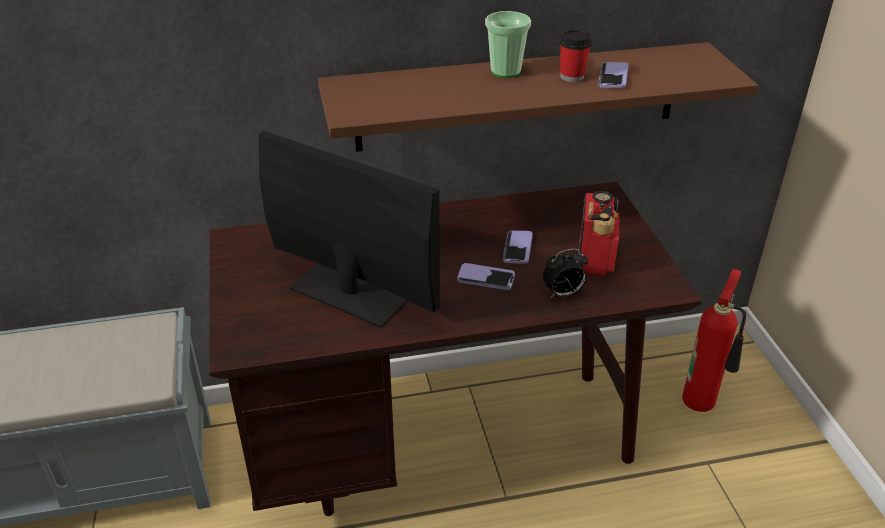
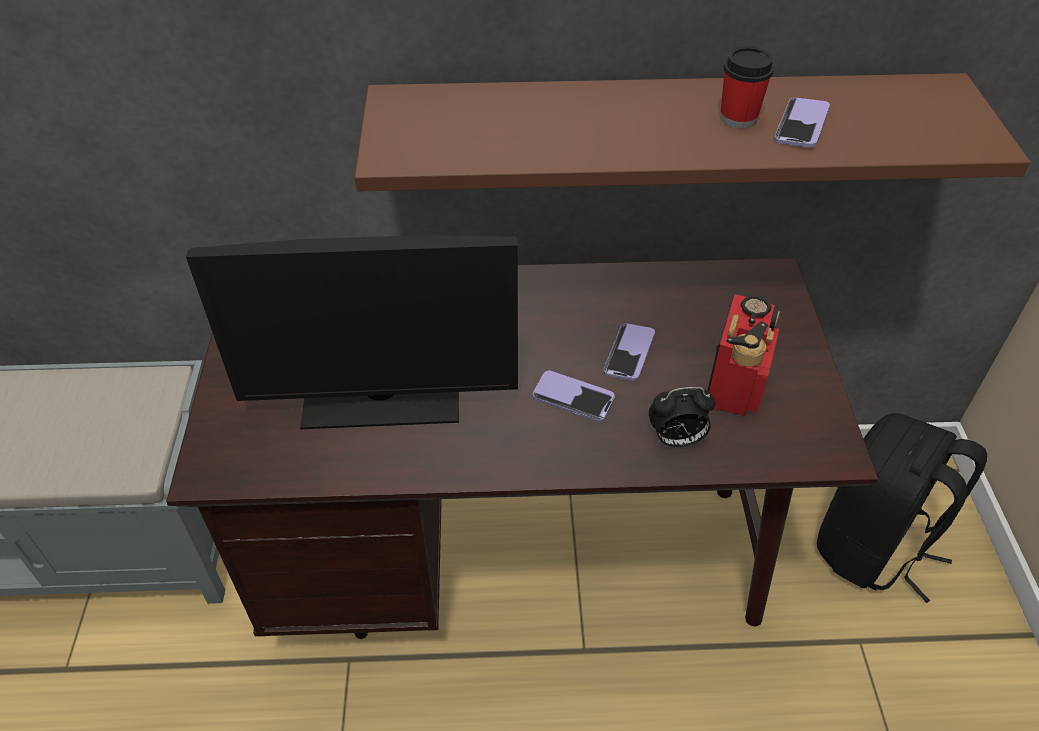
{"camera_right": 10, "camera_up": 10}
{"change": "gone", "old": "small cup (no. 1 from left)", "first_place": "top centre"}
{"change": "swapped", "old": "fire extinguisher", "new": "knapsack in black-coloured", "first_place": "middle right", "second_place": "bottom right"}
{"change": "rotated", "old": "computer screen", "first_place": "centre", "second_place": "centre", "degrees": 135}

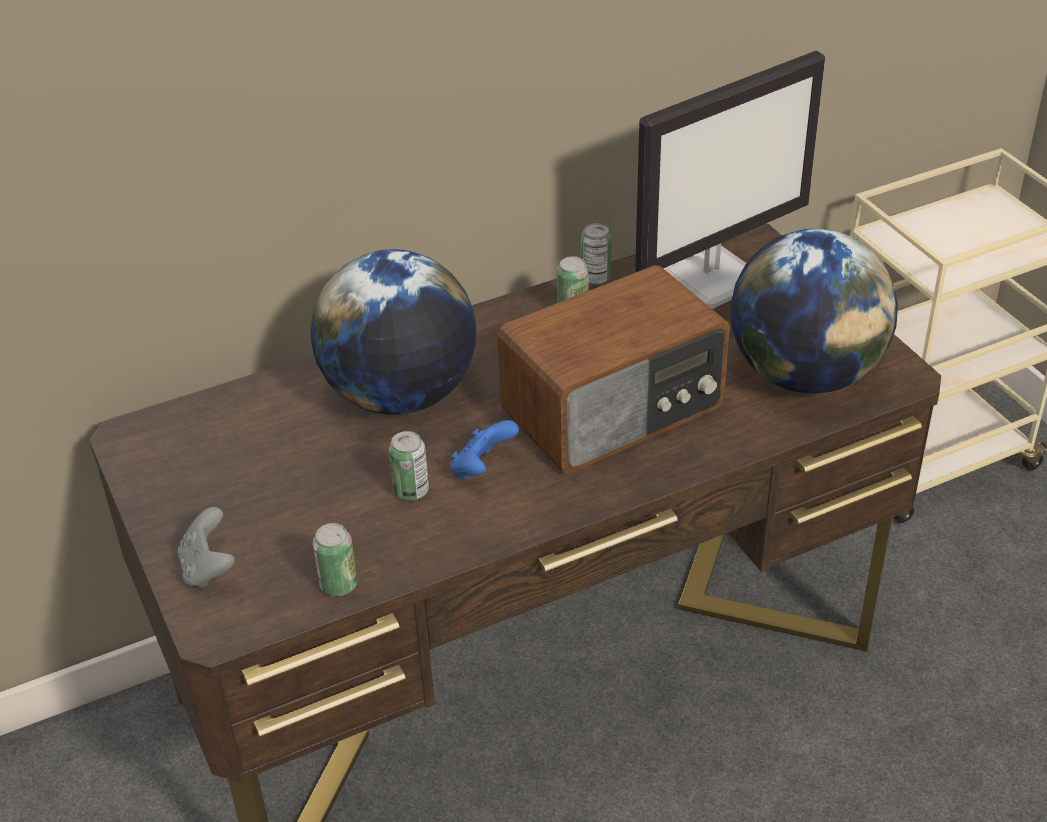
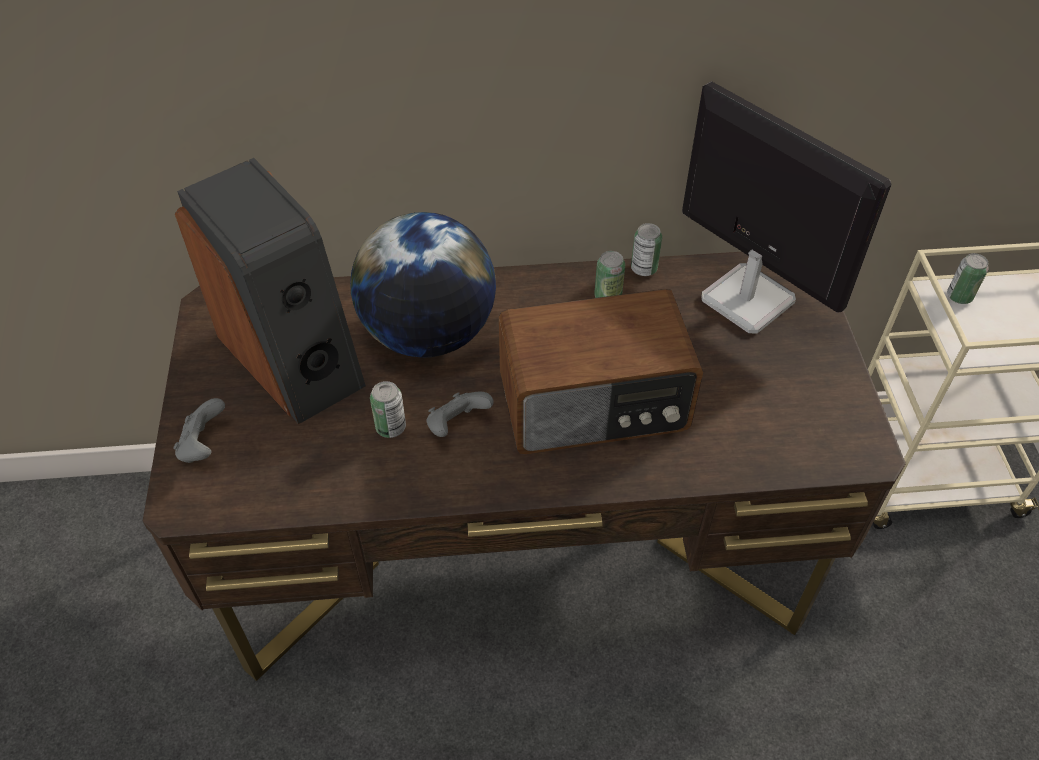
{"camera_right": 20, "camera_up": 10}
{"change": "gone", "old": "desk globe (no. 2 from left)", "first_place": "middle right"}
{"change": "new", "new": "loudspeaker", "second_place": "middle left"}
{"change": "shifted", "old": "can (no. 1 from left in the first image)", "new": "can (no. 4 from left)", "first_place": "bottom left", "second_place": "middle right"}
{"change": "repainted", "old": "joypad in blue-coloured", "new": "joypad in grey (no. 2 from left)", "first_place": "centre", "second_place": "centre"}
{"change": "rotated", "old": "computer screen", "first_place": "top right", "second_place": "top right", "degrees": -120}

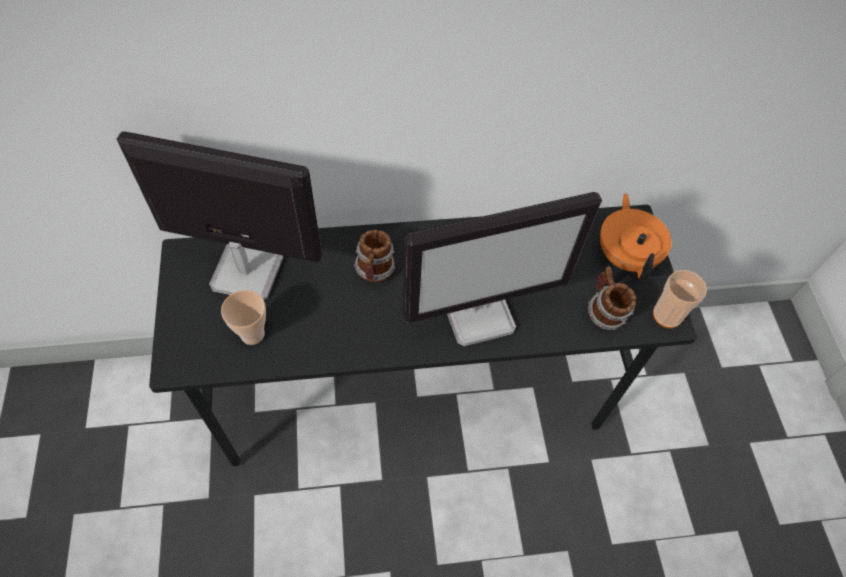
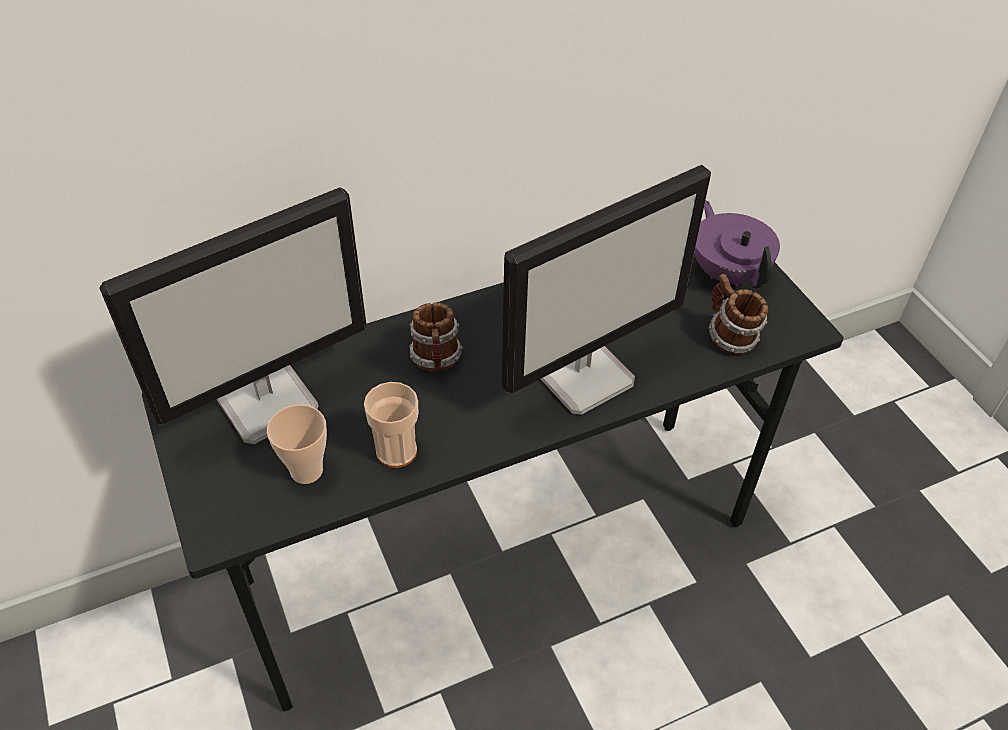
{"camera_right": -15, "camera_up": -10}
{"change": "shifted", "old": "small cup (no. 2 from left)", "first_place": "middle right", "second_place": "centre"}
{"change": "repainted", "old": "tea pot in orange-coloured", "new": "tea pot in purplish", "first_place": "middle right", "second_place": "middle right"}
{"change": "rotated", "old": "computer screen (no. 1 from left)", "first_place": "middle left", "second_place": "middle left", "degrees": 150}

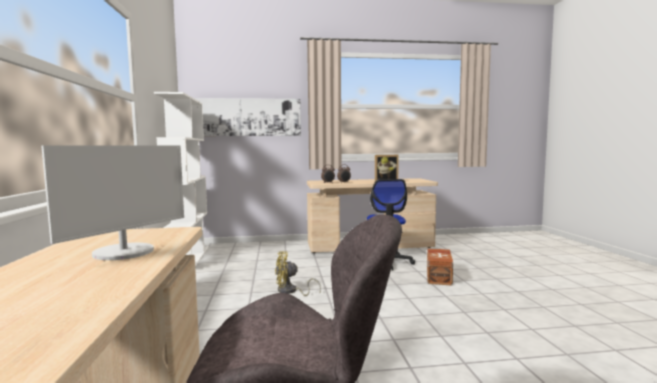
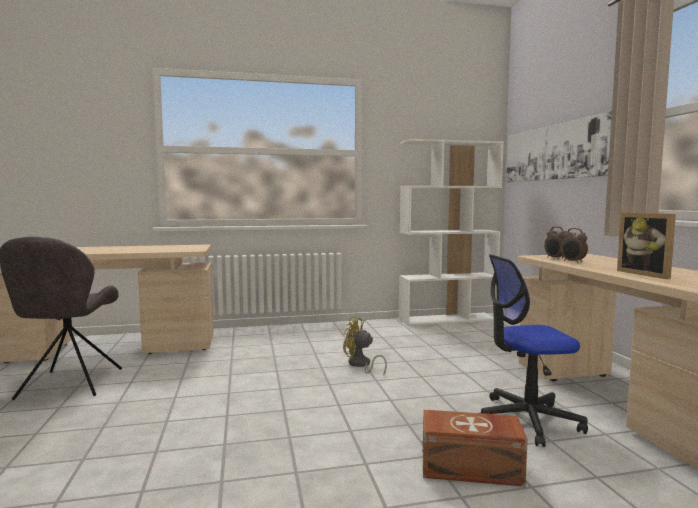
{"camera_right": 85, "camera_up": 0}
{"change": "gone", "old": "computer screen", "first_place": "middle left"}
{"change": "rotated", "old": "fan in yellow-coloured", "first_place": "bottom centre", "second_place": "bottom centre", "degrees": -45}

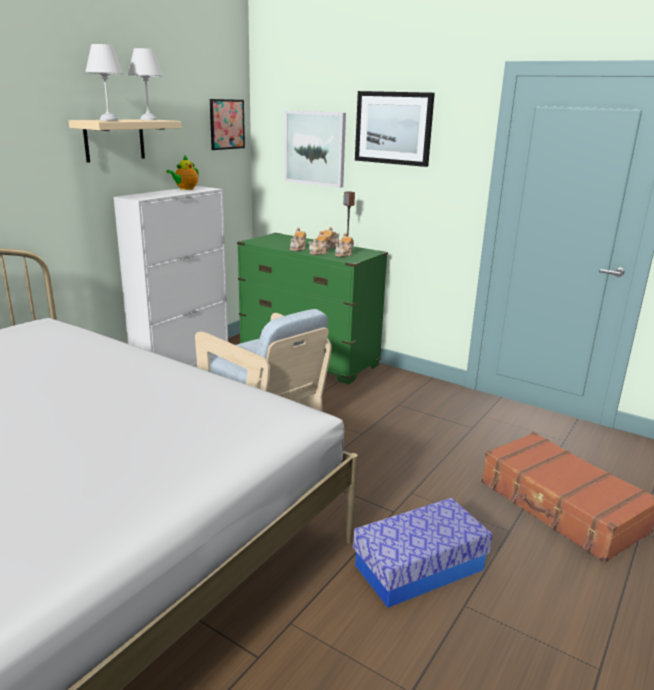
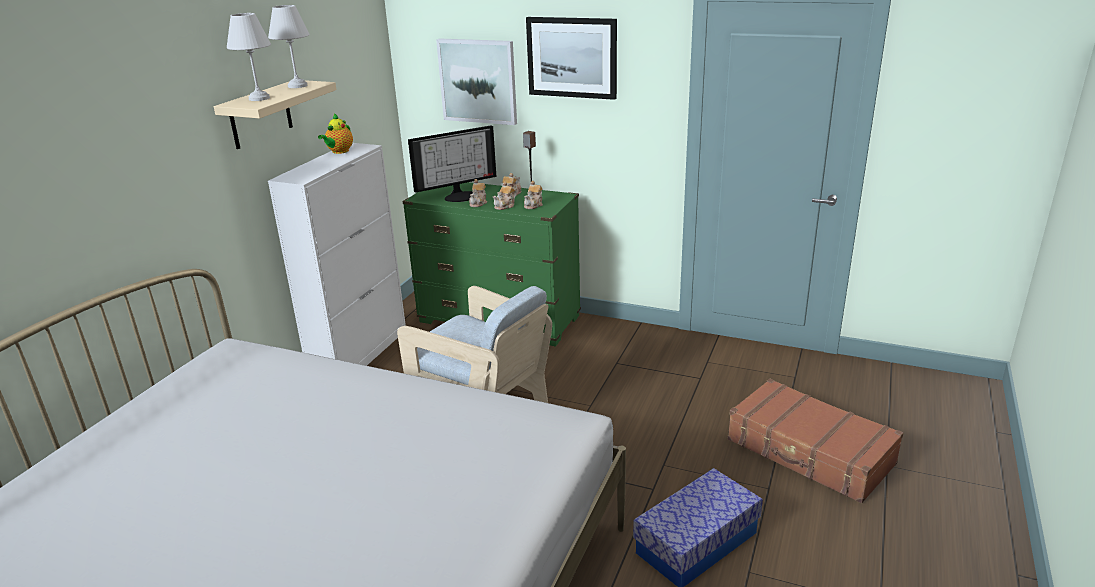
{"camera_right": -10, "camera_up": 5}
{"change": "gone", "old": "wall art (no. 1 from left)", "first_place": "top centre"}
{"change": "new", "new": "computer screen", "second_place": "top centre"}

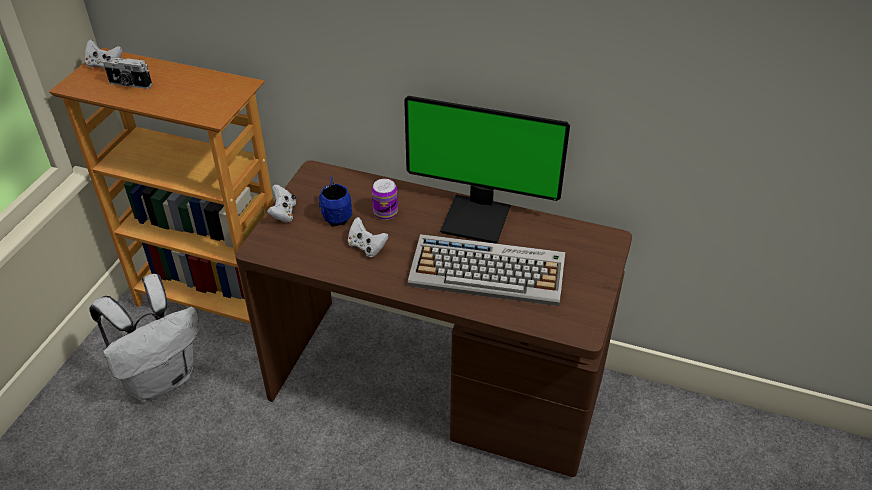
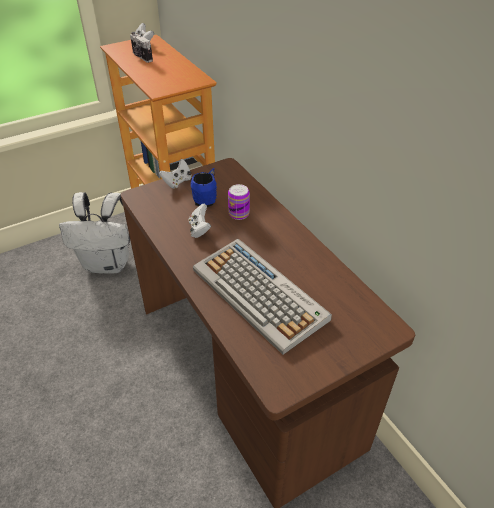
{"camera_right": 40, "camera_up": 0}
{"change": "gone", "old": "computer screen", "first_place": "centre"}

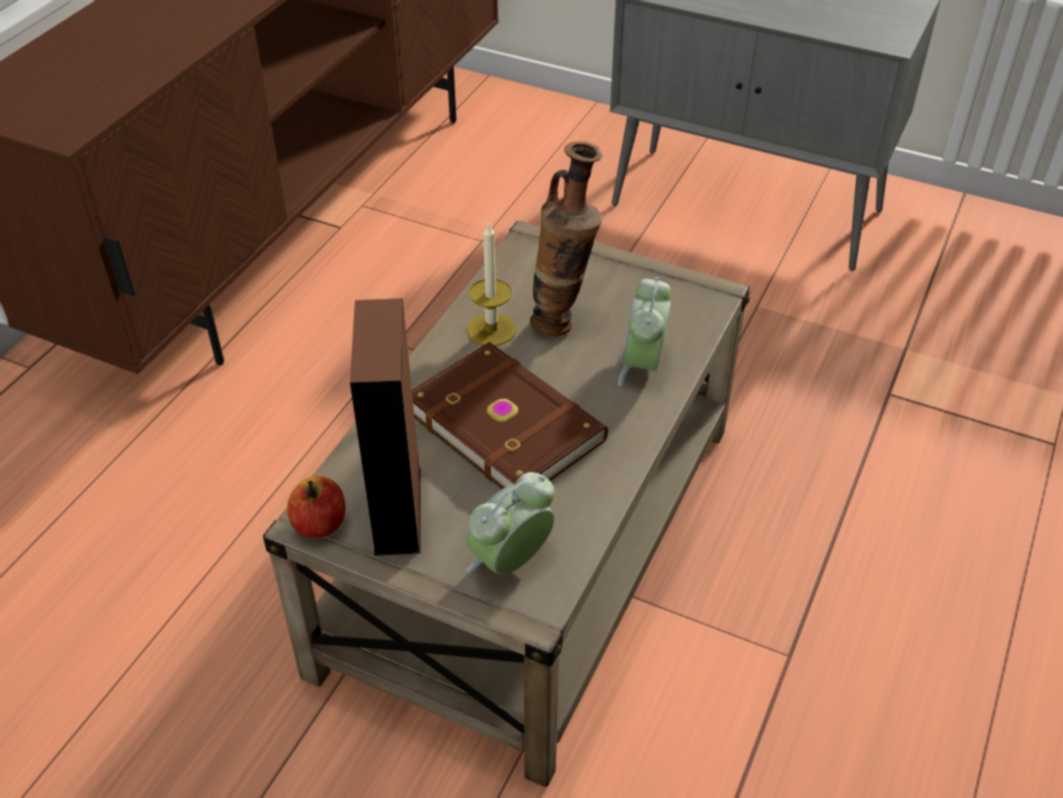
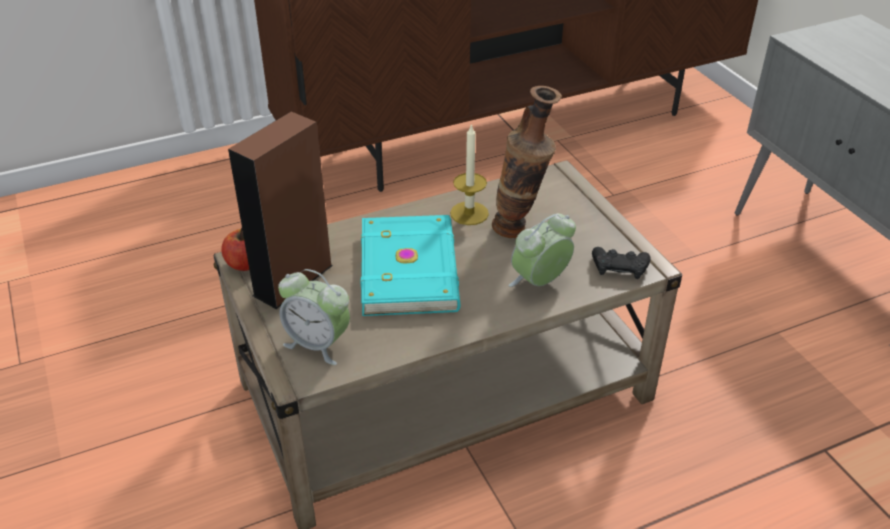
{"camera_right": 40, "camera_up": -5}
{"change": "new", "new": "joypad in black-coloured", "second_place": "middle right"}
{"change": "repainted", "old": "book in brownish", "new": "book in blue-green", "first_place": "centre", "second_place": "centre"}
{"change": "rotated", "old": "alarm clock (no. 1 from left)", "first_place": "centre", "second_place": "centre", "degrees": -150}

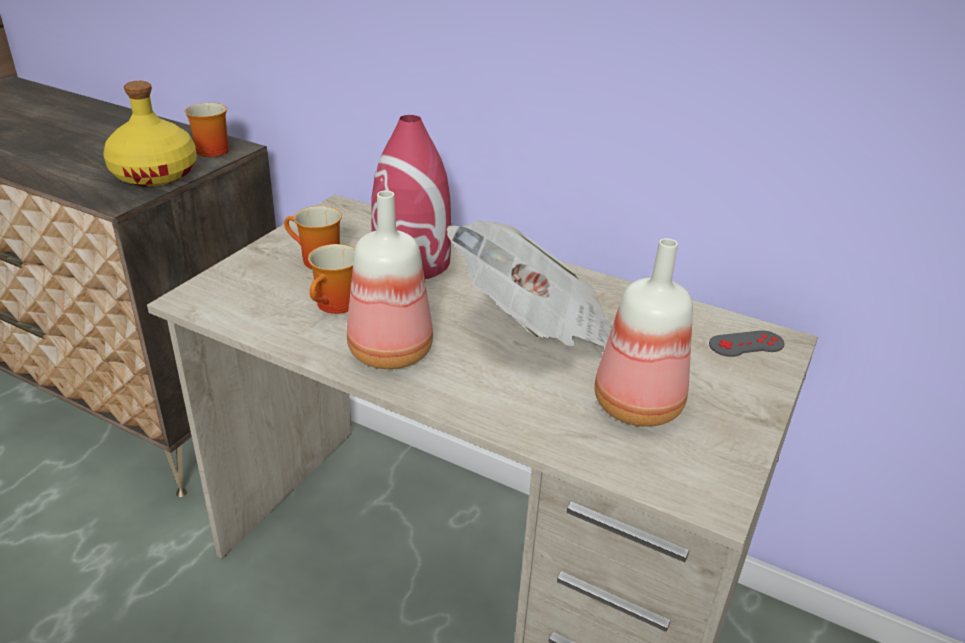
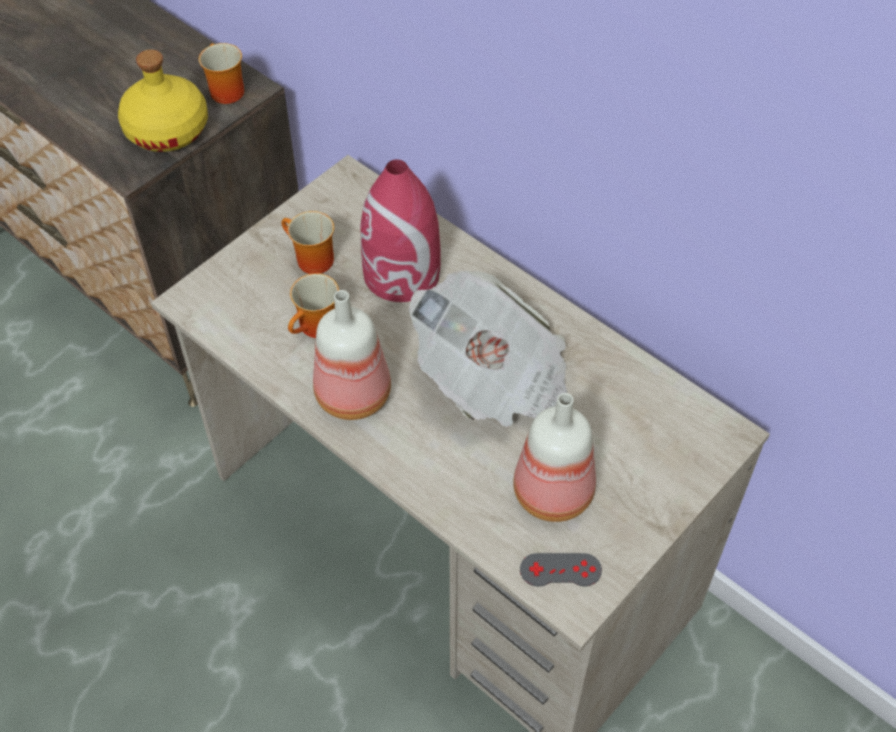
{"camera_right": 15, "camera_up": 20}
{"change": "shifted", "old": "joypad in grey", "first_place": "middle right", "second_place": "bottom centre"}

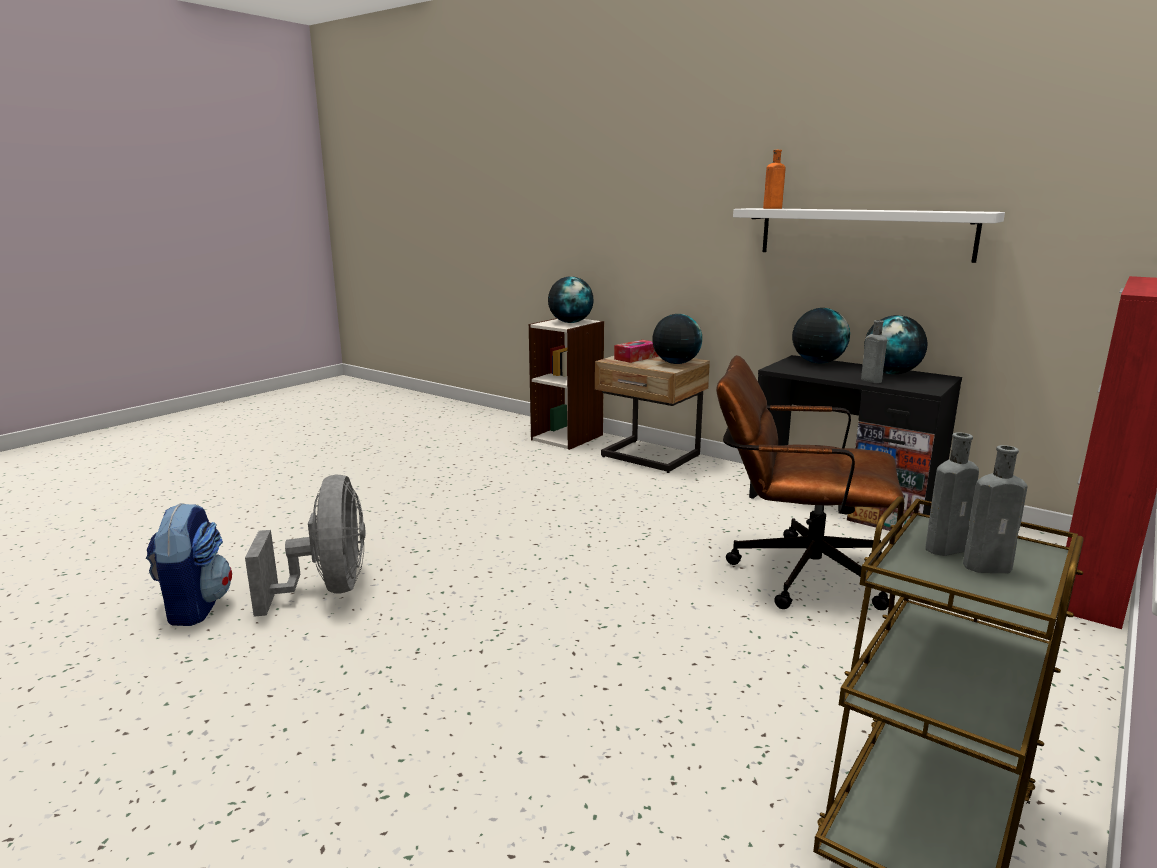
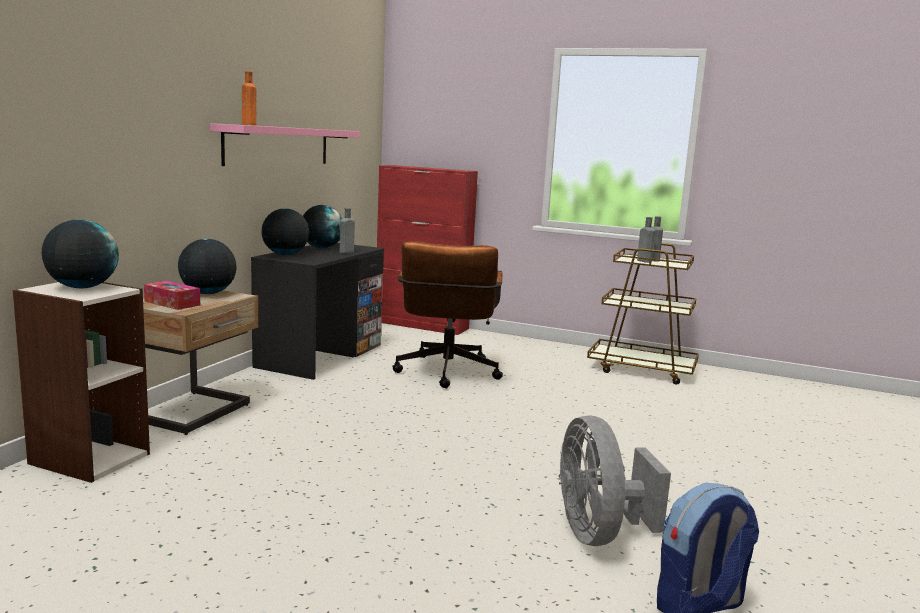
{"camera_right": -105, "camera_up": -5}
{"change": "repainted", "old": "wall shelf in whitish", "new": "wall shelf in pinkish", "first_place": "top right", "second_place": "top left"}
{"change": "rotated", "old": "fan in grey", "first_place": "middle left", "second_place": "bottom right", "degrees": -75}

